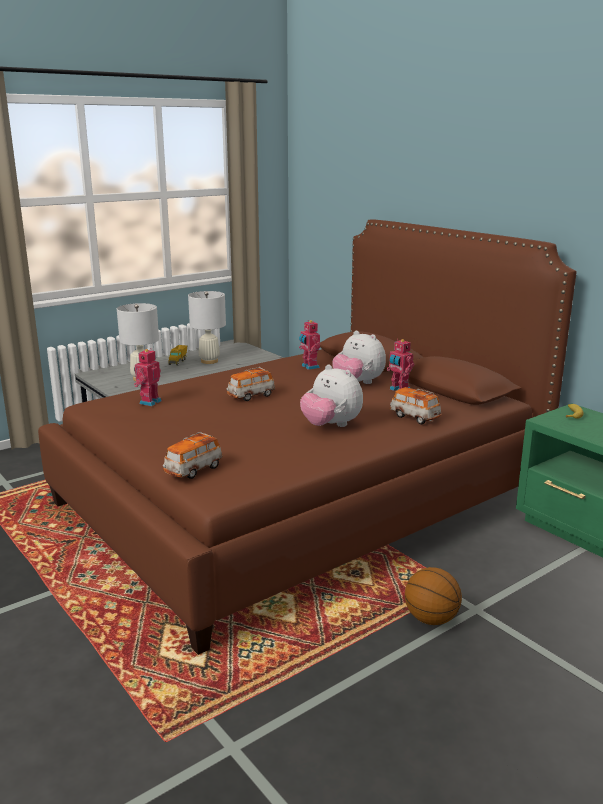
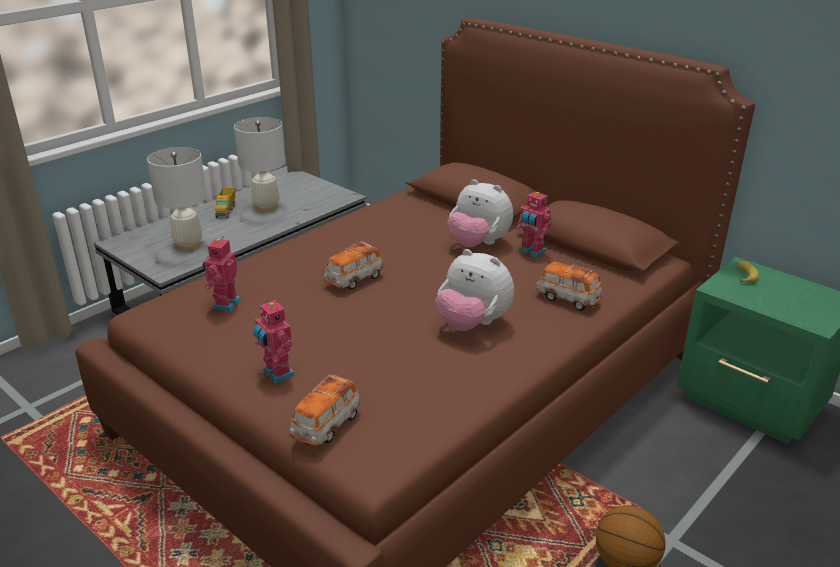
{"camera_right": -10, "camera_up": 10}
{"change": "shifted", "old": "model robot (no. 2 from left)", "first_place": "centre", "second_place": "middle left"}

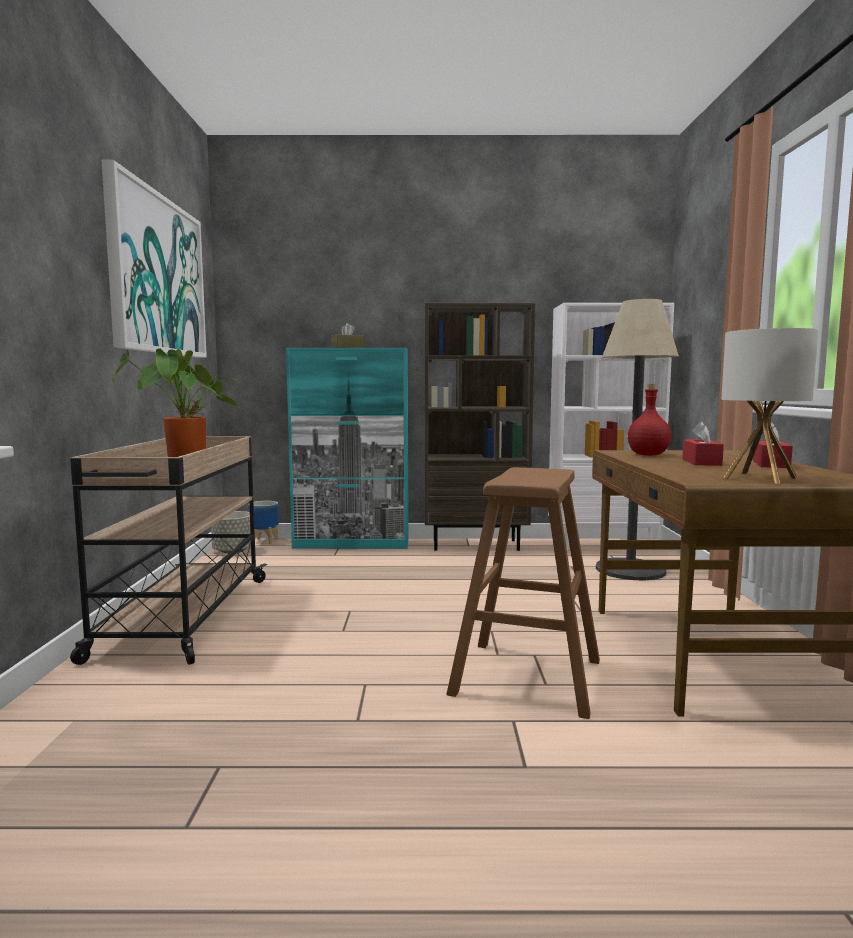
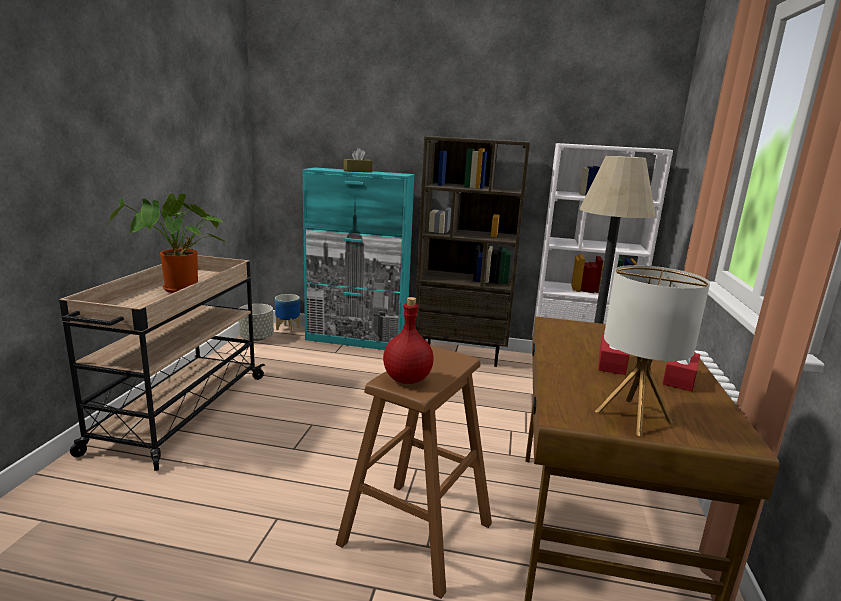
{"camera_right": 10, "camera_up": 10}
{"change": "gone", "old": "wall art", "first_place": "top left"}
{"change": "shifted", "old": "bottle in red-coloured", "first_place": "middle right", "second_place": "centre"}

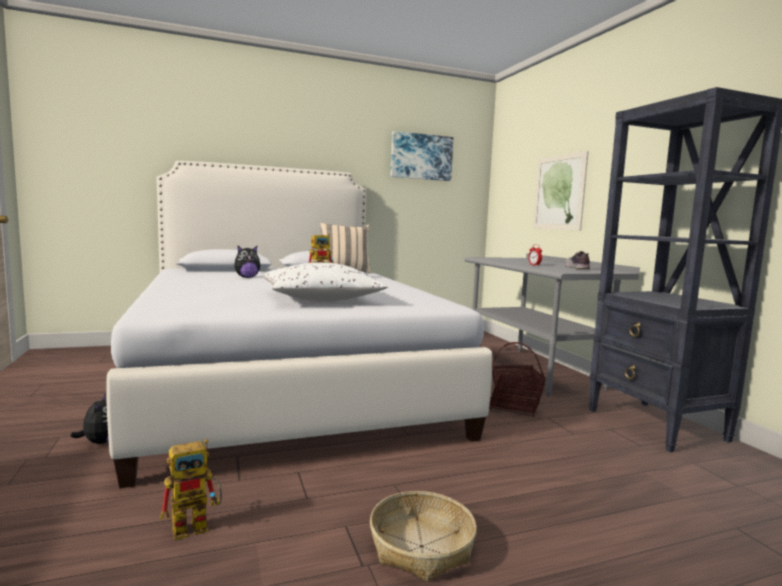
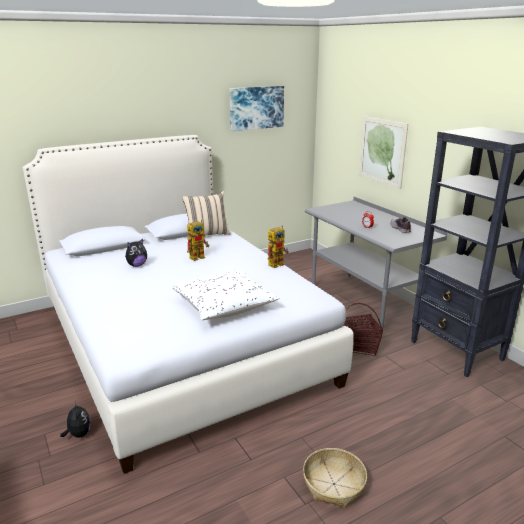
{"camera_right": -10, "camera_up": 15}
{"change": "shifted", "old": "model robot (no. 1 from left in the first image)", "new": "model robot (no. 2 from left)", "first_place": "bottom left", "second_place": "centre"}

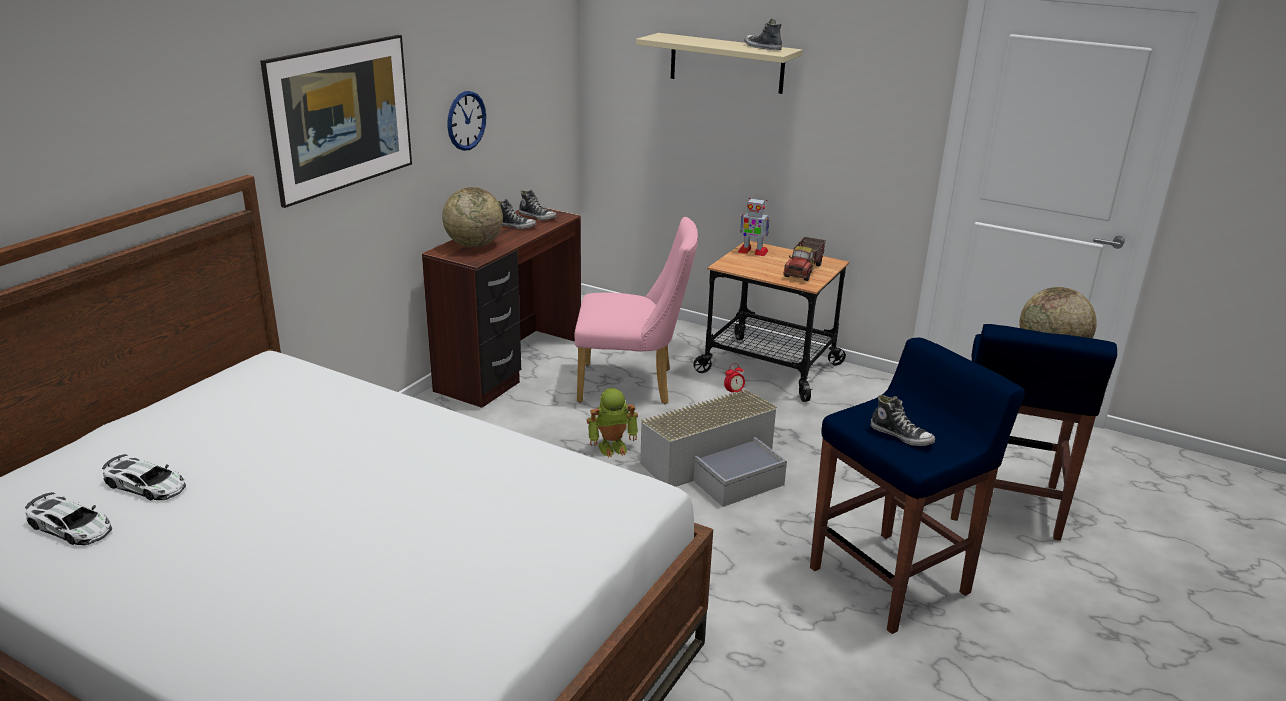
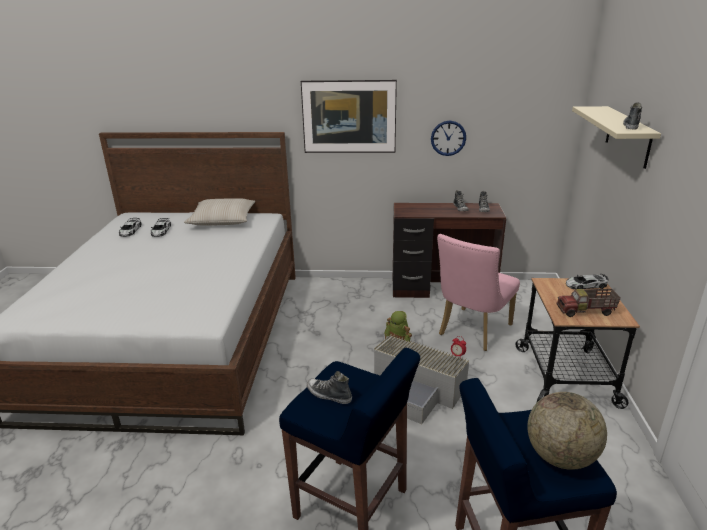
{"camera_right": 65, "camera_up": 0}
{"change": "gone", "old": "desk globe (no. 1 from left)", "first_place": "top centre"}
{"change": "new", "new": "throw pillow in sand-coloured", "second_place": "middle left"}
{"change": "swapped", "old": "model robot (no. 2 from left)", "new": "model car (no. 3 from left)", "first_place": "top centre", "second_place": "middle right"}
{"change": "rotated", "old": "plain chair in pinkish", "first_place": "centre", "second_place": "middle right", "degrees": 60}
{"change": "rotated", "old": "low shoe (no. 4 from left in the first image)", "first_place": "middle right", "second_place": "bottom centre", "degrees": 105}

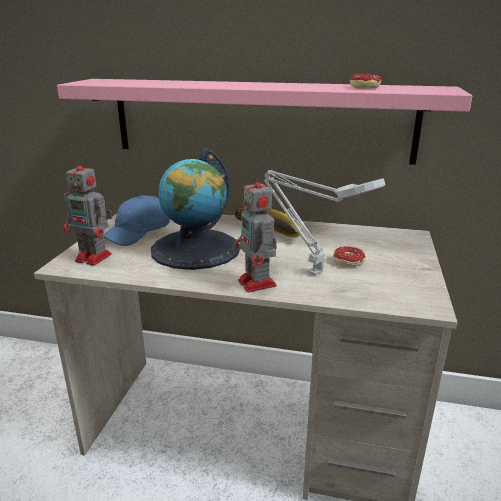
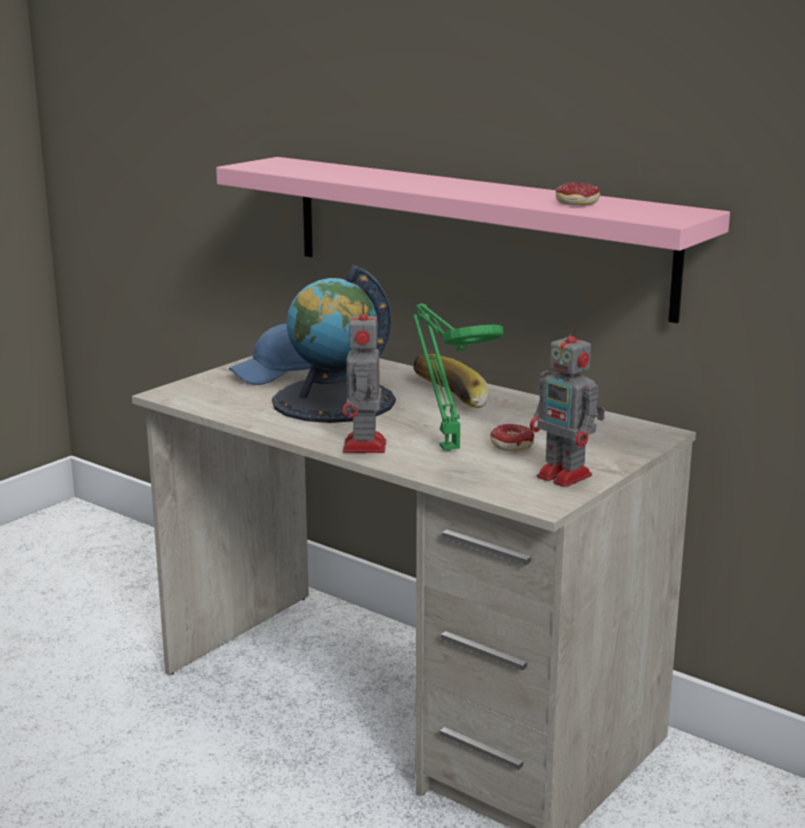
{"camera_right": 25, "camera_up": -5}
{"change": "shifted", "old": "model robot (no. 1 from left in the first image)", "new": "model robot (no. 2 from left)", "first_place": "middle left", "second_place": "middle right"}
{"change": "repainted", "old": "lamp for a table in grey", "new": "lamp for a table in green-coloured", "first_place": "centre", "second_place": "centre"}

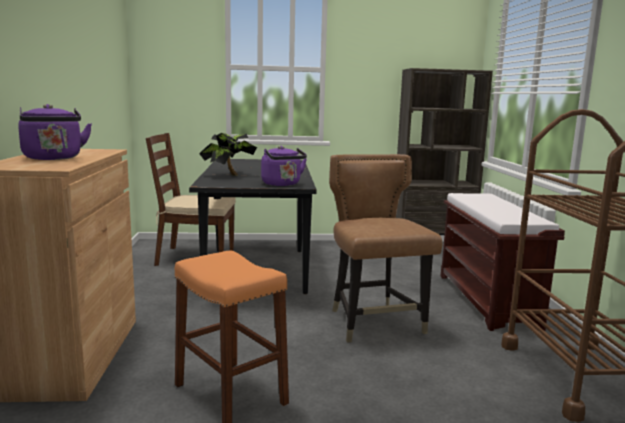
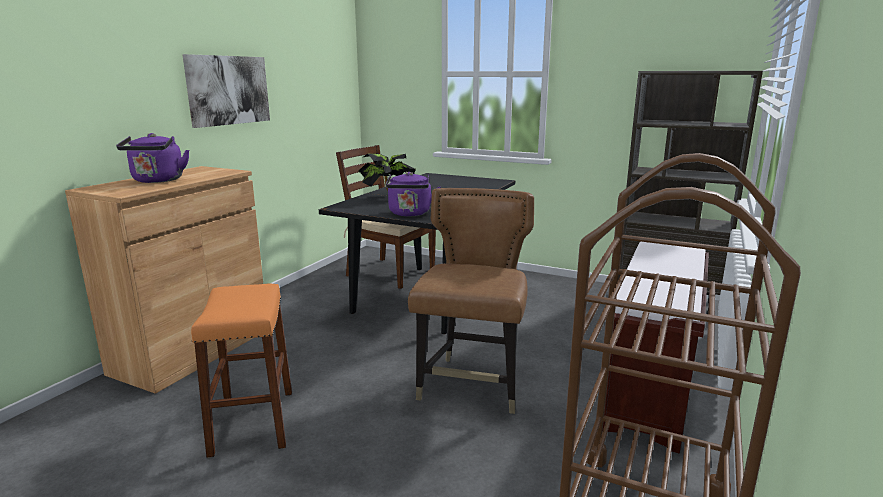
{"camera_right": 30, "camera_up": 5}
{"change": "new", "new": "wall art", "second_place": "top left"}

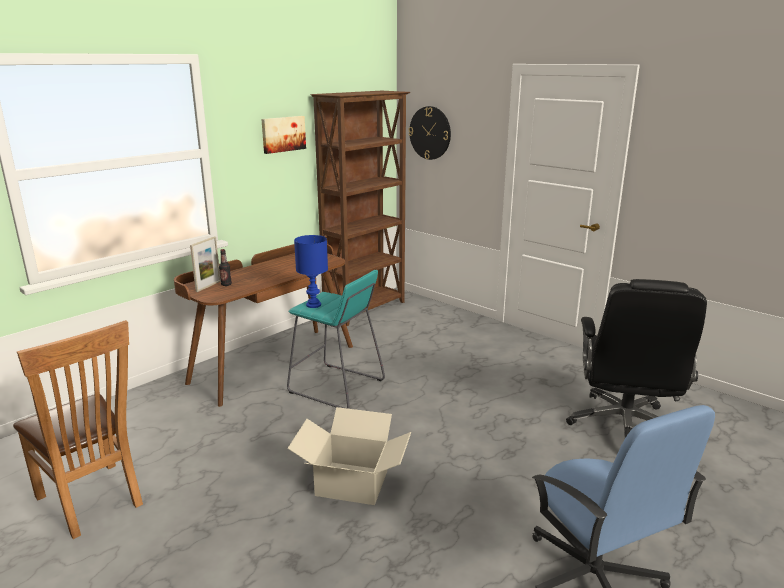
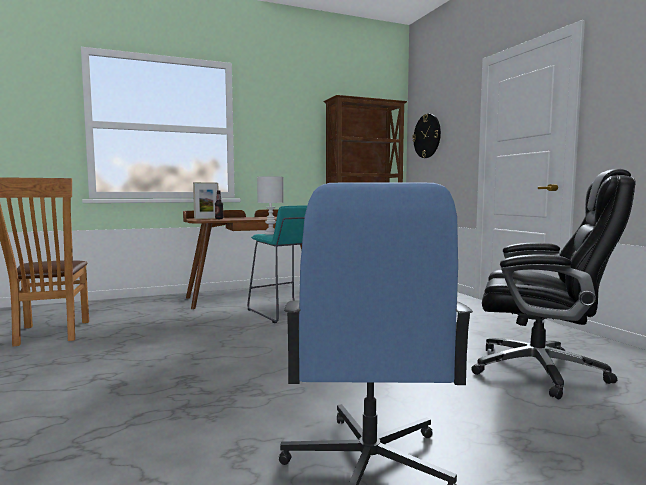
{"camera_right": 25, "camera_up": -15}
{"change": "gone", "old": "wall art", "first_place": "top centre"}
{"change": "gone", "old": "cardboard box", "first_place": "bottom centre"}
{"change": "repainted", "old": "lamp for a table in blue-coloured", "new": "lamp for a table in whitish", "first_place": "centre", "second_place": "centre"}
{"change": "rotated", "old": "computer chair in black-coloured", "first_place": "middle right", "second_place": "middle right", "degrees": -105}

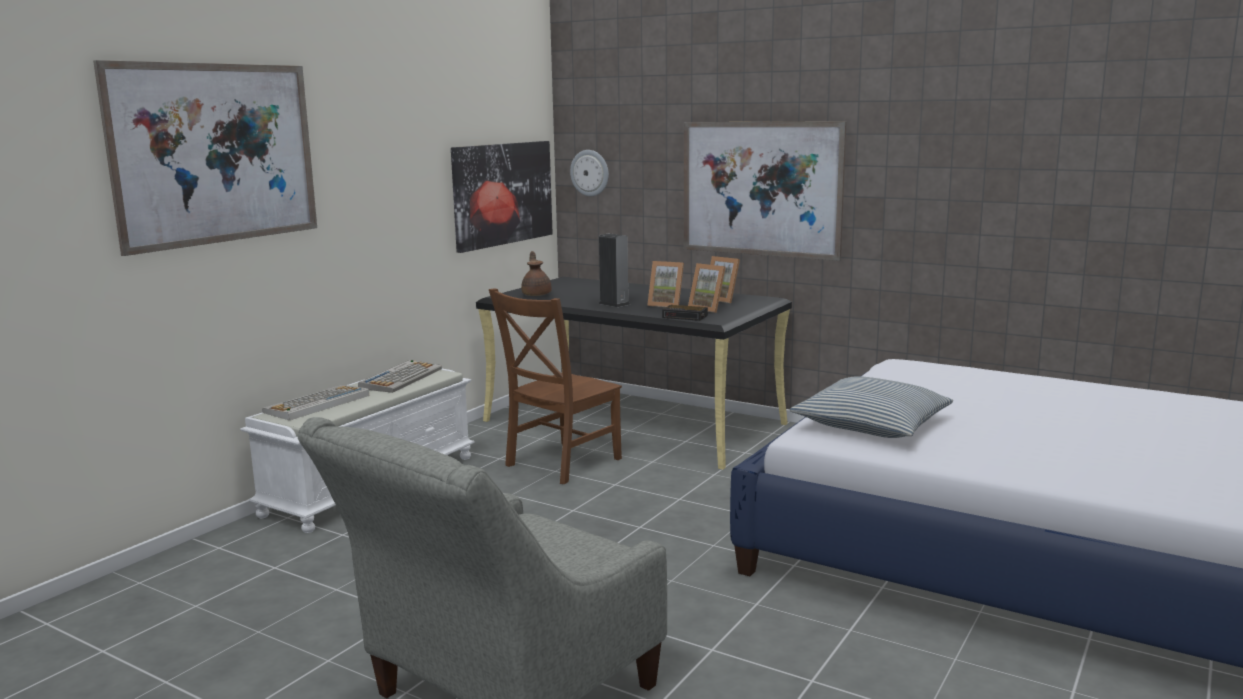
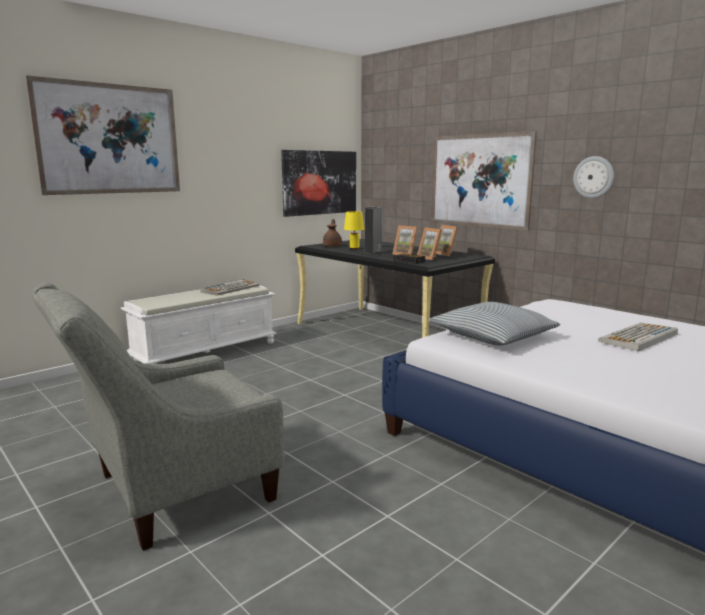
{"camera_right": 15, "camera_up": 0}
{"change": "gone", "old": "plain chair in brownish", "first_place": "centre"}
{"change": "new", "new": "lamp for a table in yellow-coloured", "second_place": "centre"}
{"change": "shifted", "old": "PC keyboard (no. 1 from left in the first image)", "new": "PC keyboard (no. 2 from left)", "first_place": "middle left", "second_place": "middle right"}
{"change": "shifted", "old": "clock on the wall", "first_place": "top centre", "second_place": "top right"}

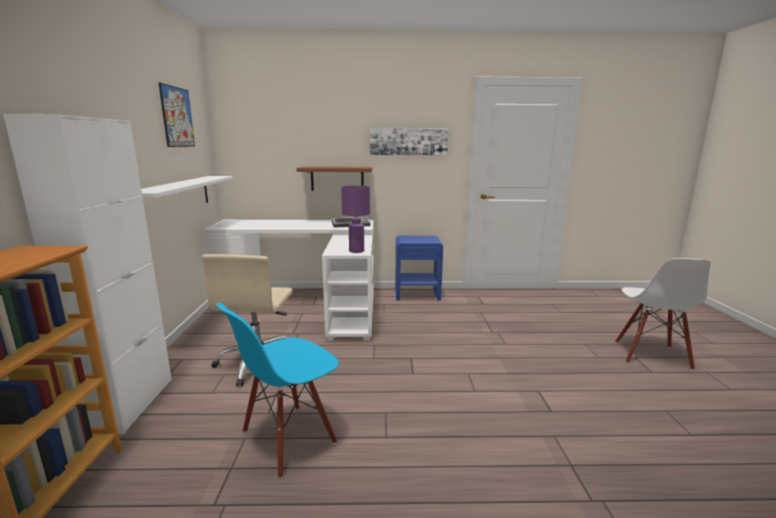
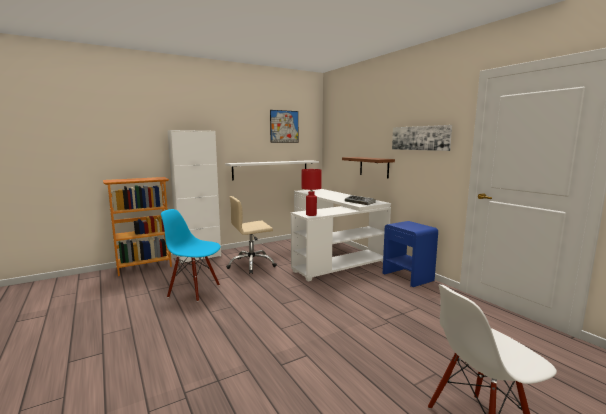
{"camera_right": 60, "camera_up": -5}
{"change": "repainted", "old": "lamp for a table in purplish", "new": "lamp for a table in red-coloured", "first_place": "centre", "second_place": "centre"}

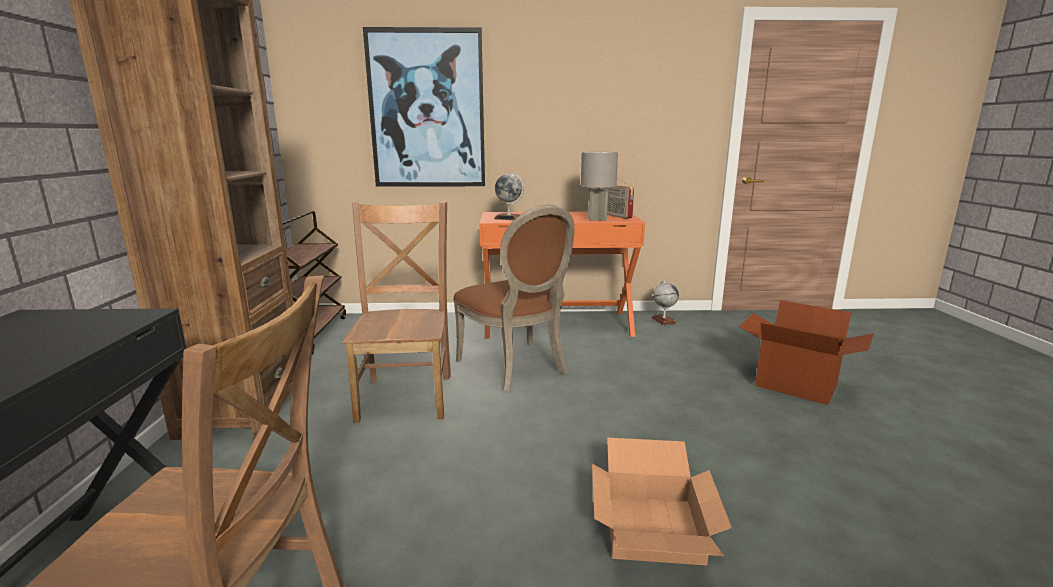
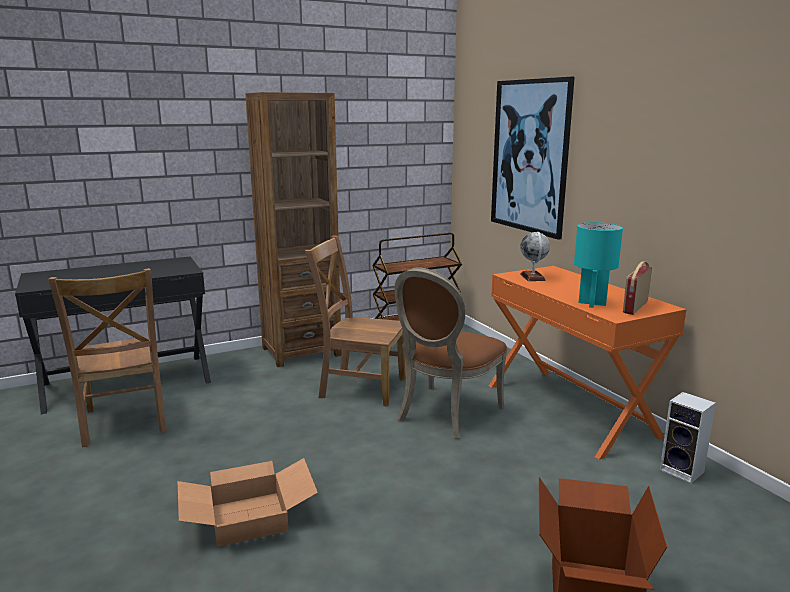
{"camera_right": 65, "camera_up": 0}
{"change": "swapped", "old": "desk globe (no. 2 from left)", "new": "loudspeaker", "first_place": "centre", "second_place": "bottom right"}
{"change": "repainted", "old": "lamp for a table in grey", "new": "lamp for a table in blue-green", "first_place": "top centre", "second_place": "middle right"}
{"change": "rotated", "old": "plain chair in brownish (no. 2 from left)", "first_place": "centre", "second_place": "centre", "degrees": -135}

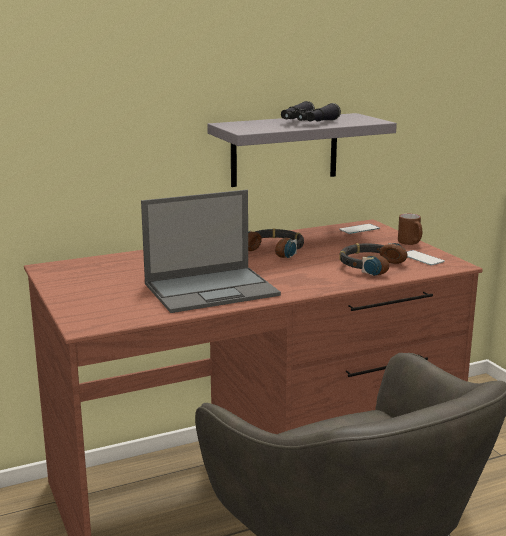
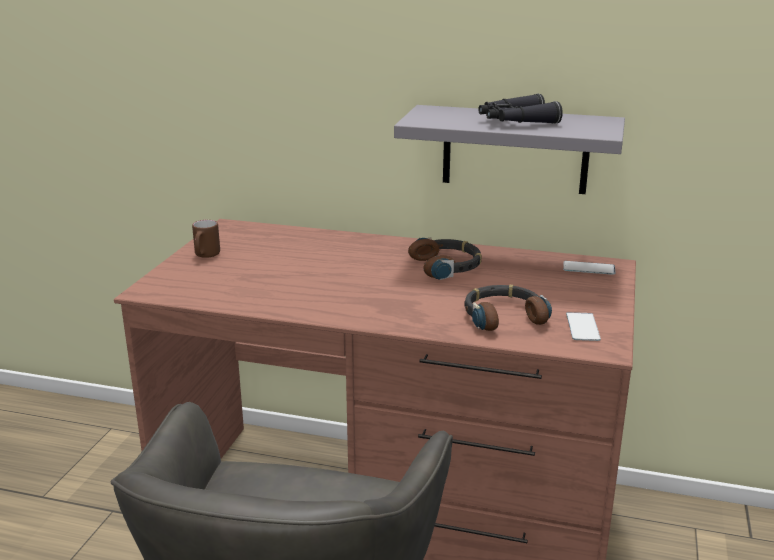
{"camera_right": 40, "camera_up": 5}
{"change": "gone", "old": "portable computer", "first_place": "centre"}
{"change": "shifted", "old": "coffee mug in brownish", "first_place": "middle right", "second_place": "middle left"}

